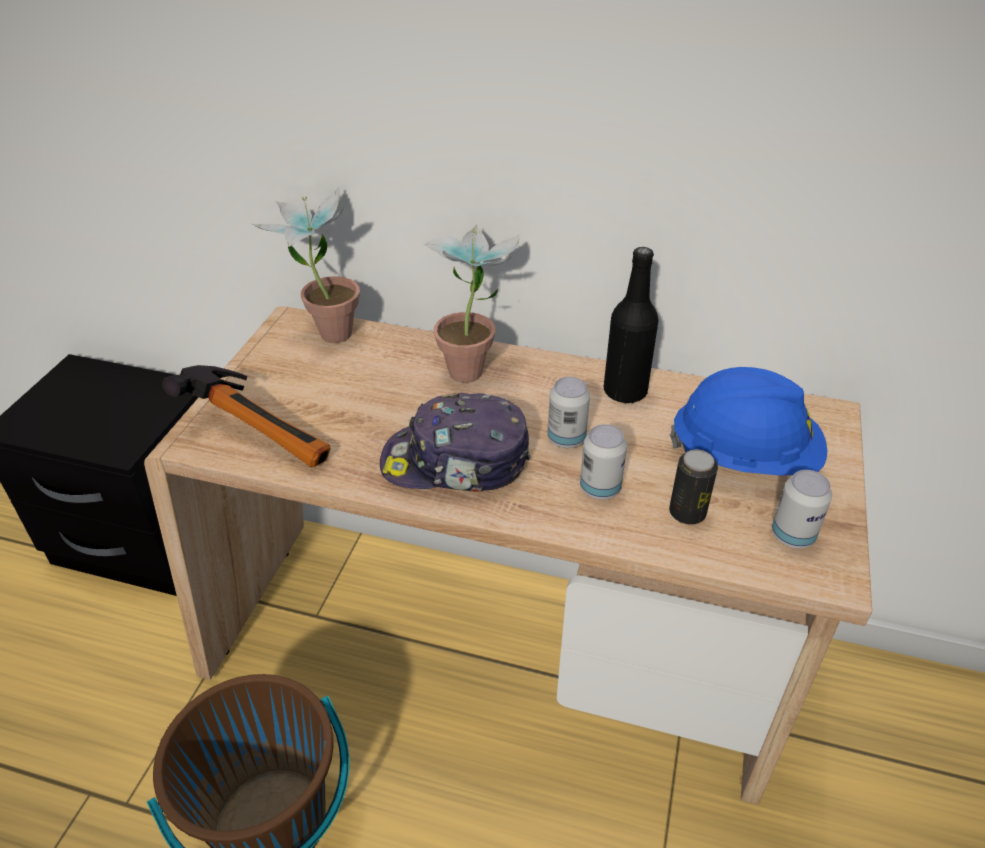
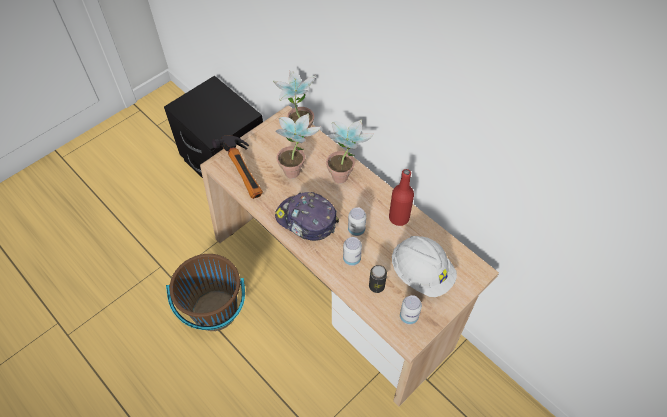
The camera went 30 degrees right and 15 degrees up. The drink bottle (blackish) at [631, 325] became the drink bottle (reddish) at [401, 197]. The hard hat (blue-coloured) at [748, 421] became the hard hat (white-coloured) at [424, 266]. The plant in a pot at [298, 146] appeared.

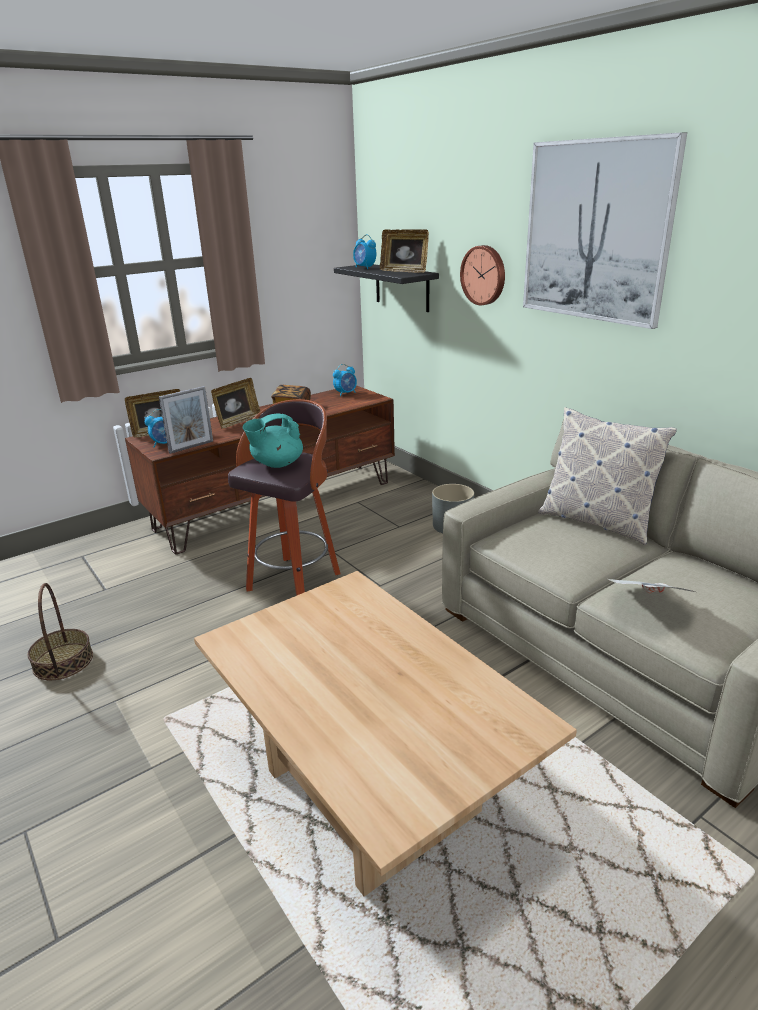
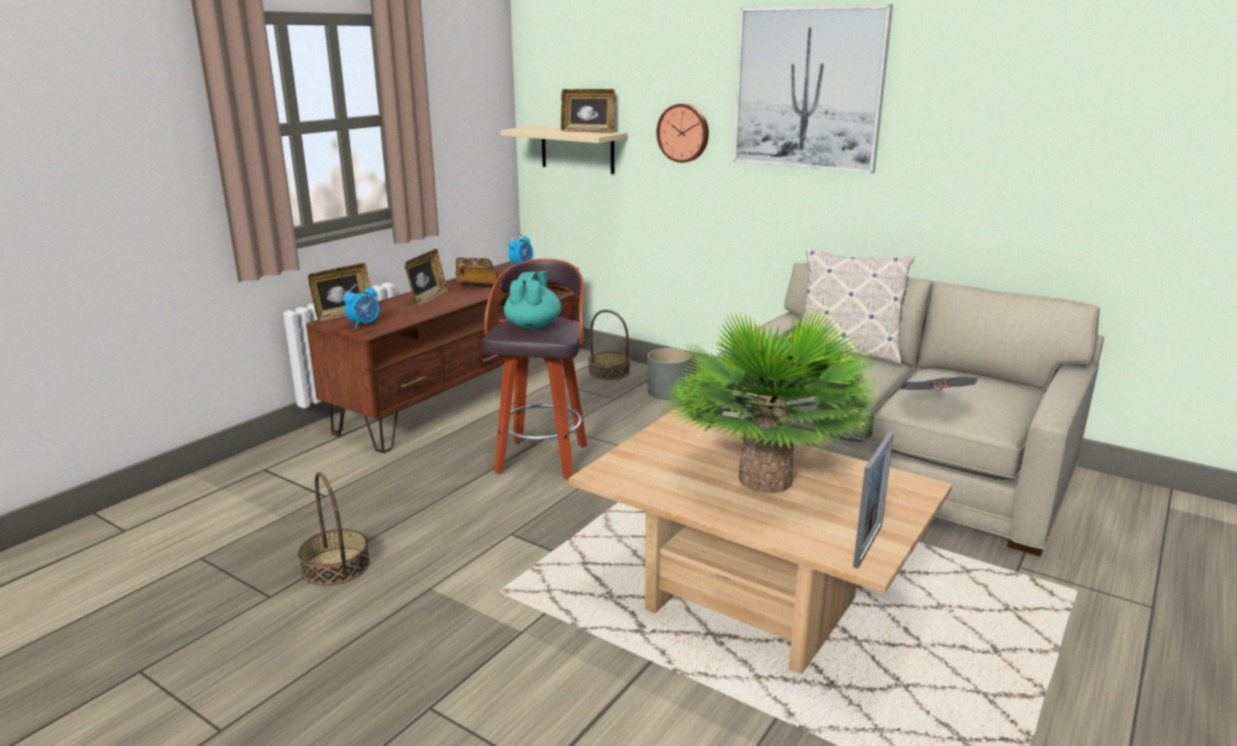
The camera went 20 degrees left and 5 degrees down. The table clock at [364, 251] disappeared. The wall shelf (blackish) at [386, 288] became the wall shelf (beige-coloured) at [564, 150]. The standing frame moved from [186, 420] to [873, 500]. The pot for tea (blue-green) at [273, 440] turned 150 degrees clockwise. The plant in a pot at [771, 400] appeared. The household basket at [609, 345] appeared.

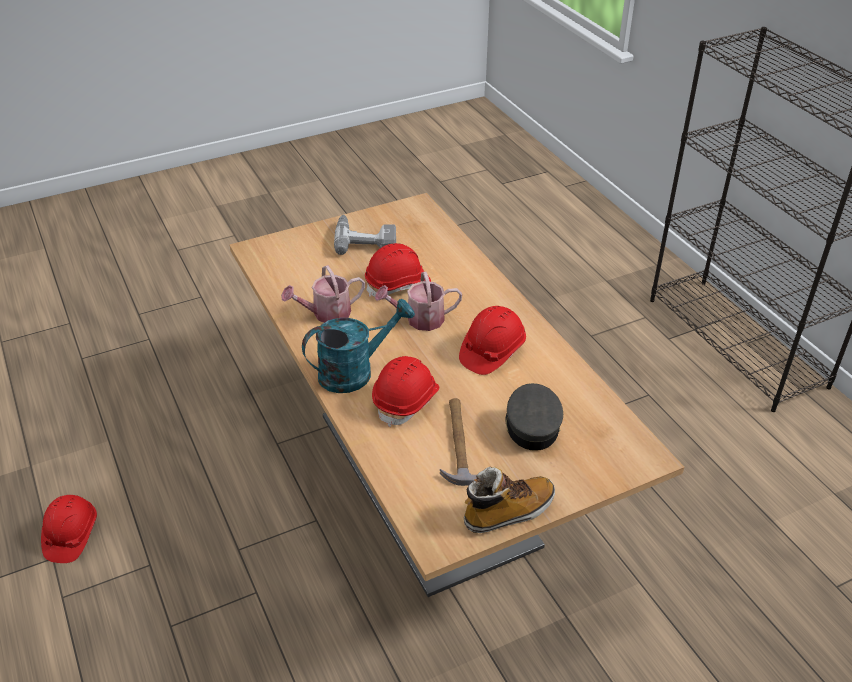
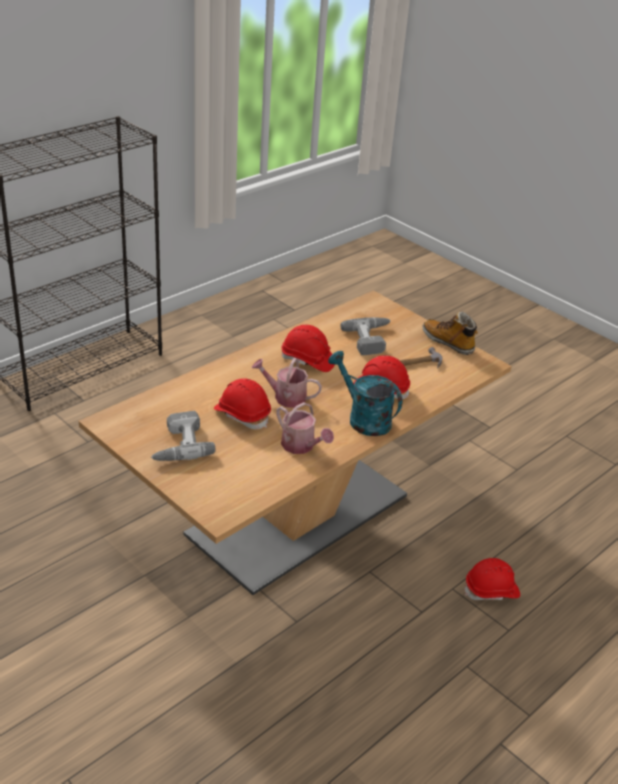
The camera went 110 degrees left and 5 degrees down. The watering can at [418, 301] turned 135 degrees clockwise. The peaked cap (gray) at [534, 417] was replaced by the electric drill at [365, 336]. The hard hat (reddish) moved from [69, 529] to [492, 579].

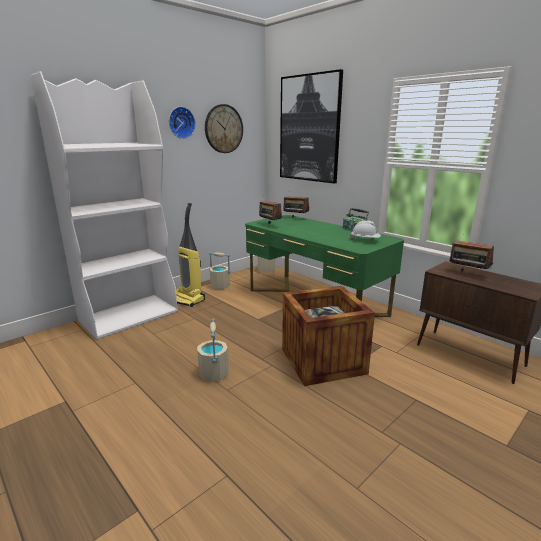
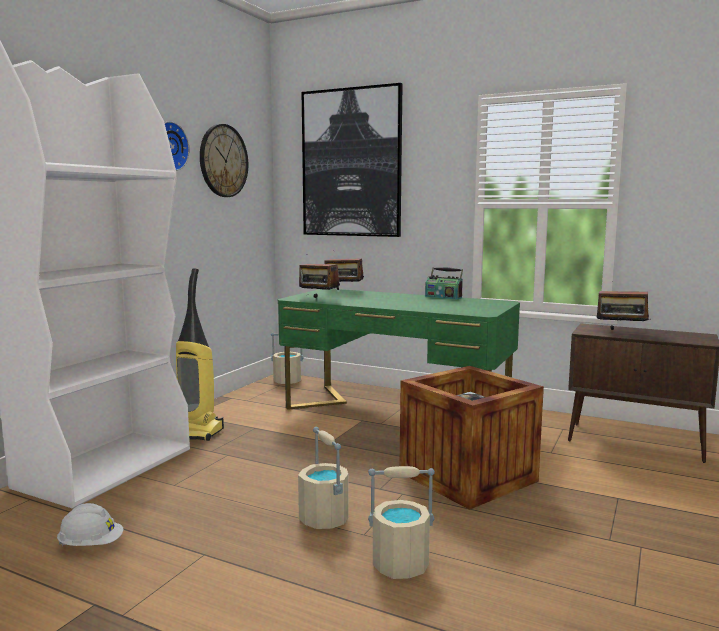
The camera went 20 degrees left and 10 degrees down. The hard hat (white-coloured) moved from [365, 229] to [90, 524]. The pail (beige-coloured) moved from [219, 271] to [401, 522].

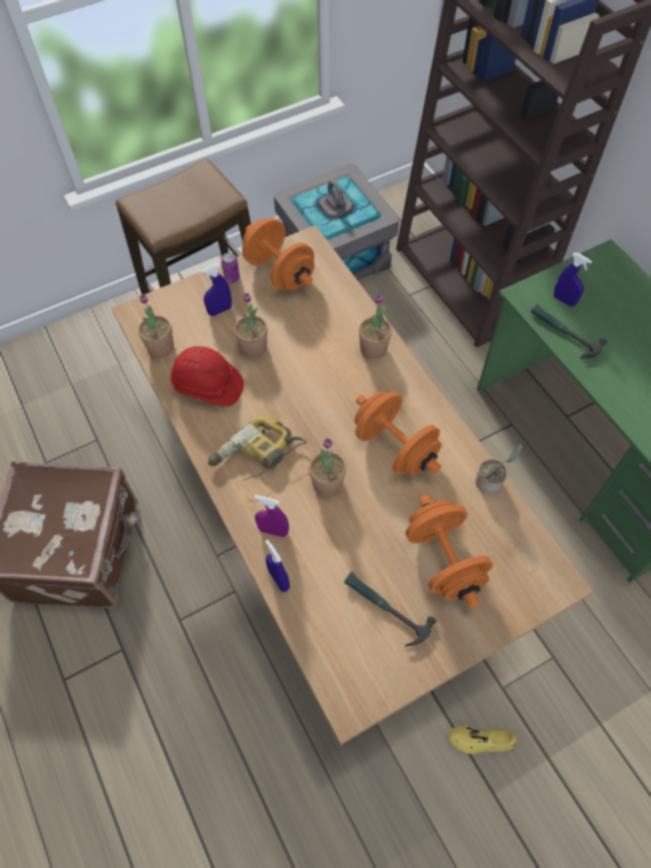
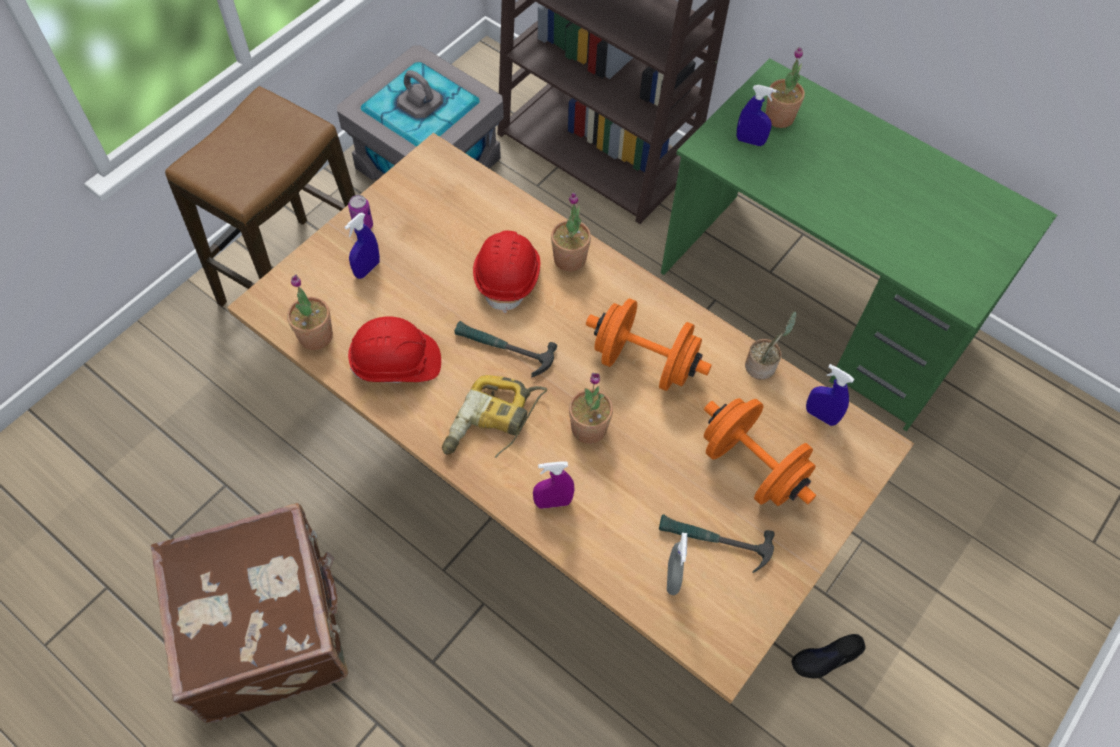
The camera went 25 degrees left and 0 degrees up. The hand weight (orange-coloured) at [278, 254] disappeared. The plant in a pot moved from [250, 325] to [785, 87]. The tool hammer moved from [569, 331] to [505, 349]. The sprayer (blue-coloured) moved from [277, 565] to [830, 395]. The item of footwear (yellow-coloured) at [483, 740] became the item of footwear (blackish) at [829, 656]. The hard hat (reddish) at [506, 272] appeared. The sprayer (gray) at [677, 564] appeared.

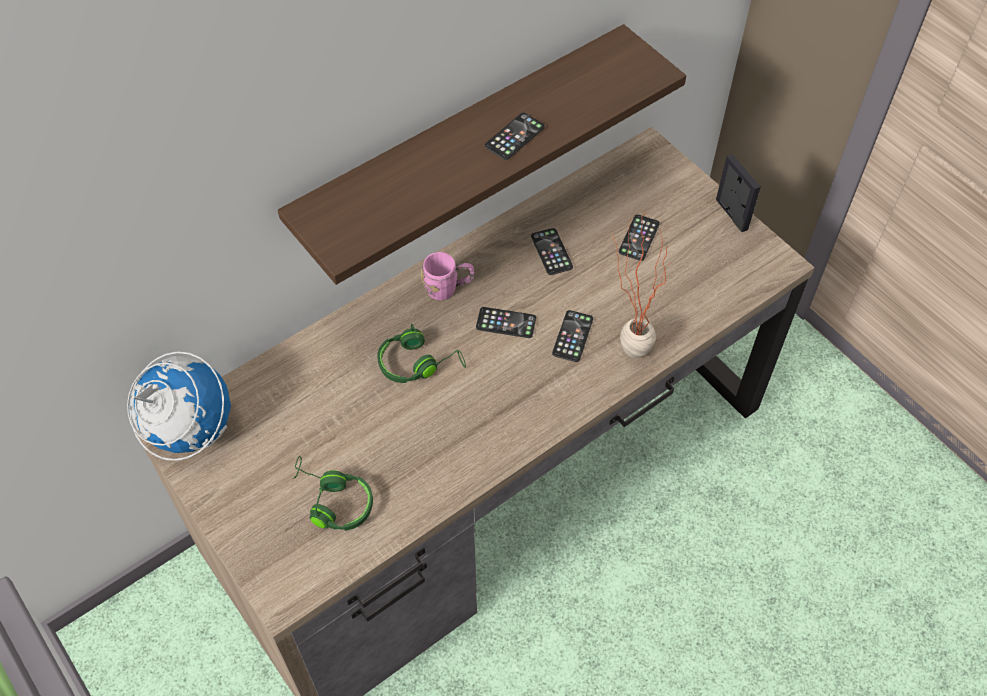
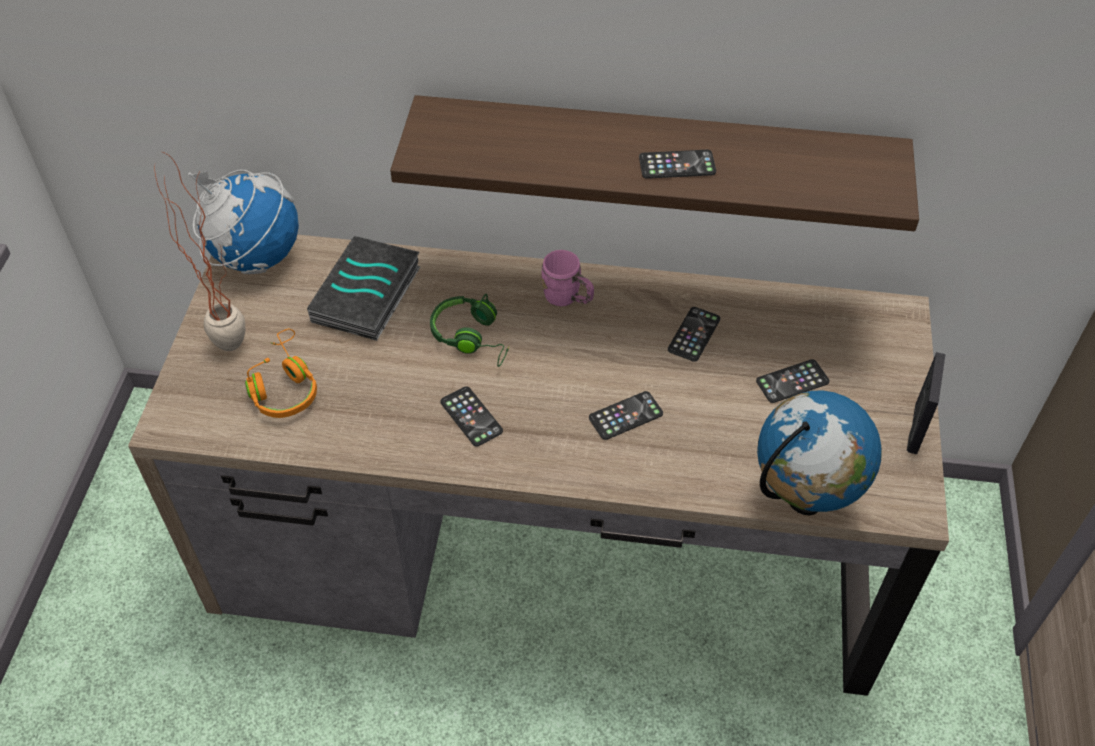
The camera went 45 degrees right and 5 degrees down. The plant in a pot moved from [641, 285] to [199, 251]. The handset moved from [506, 322] to [471, 416]. The headset (greenish) at [333, 493] became the headset (orange-coloured) at [281, 373]. The volume at [363, 288] appeared. The world globe at [819, 453] appeared.

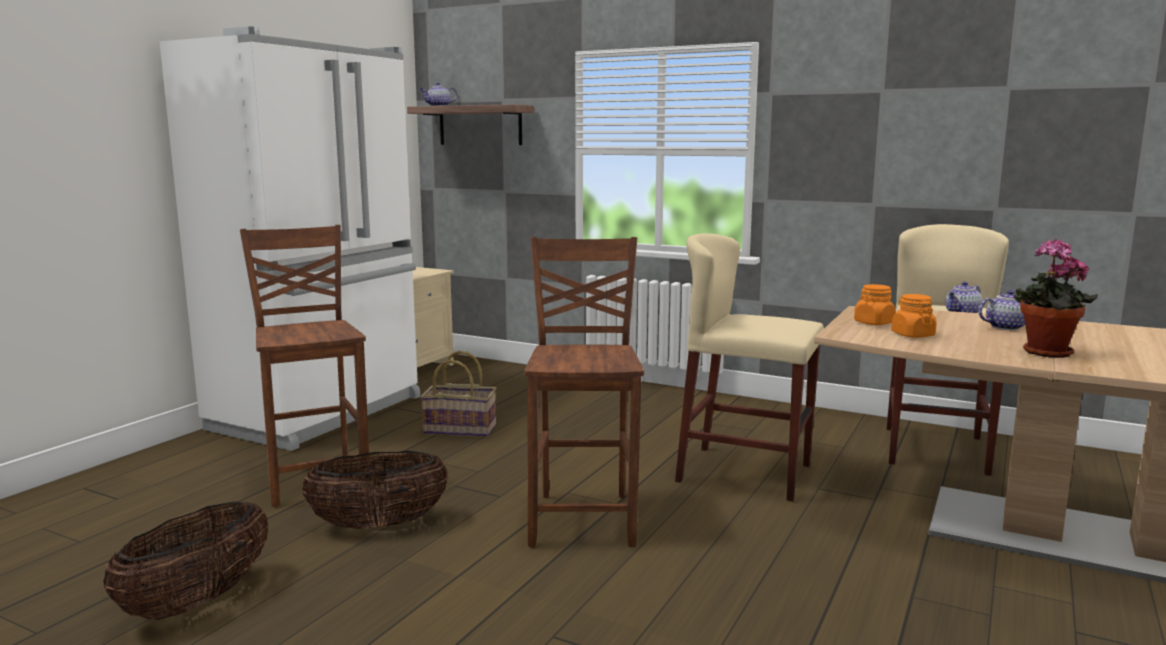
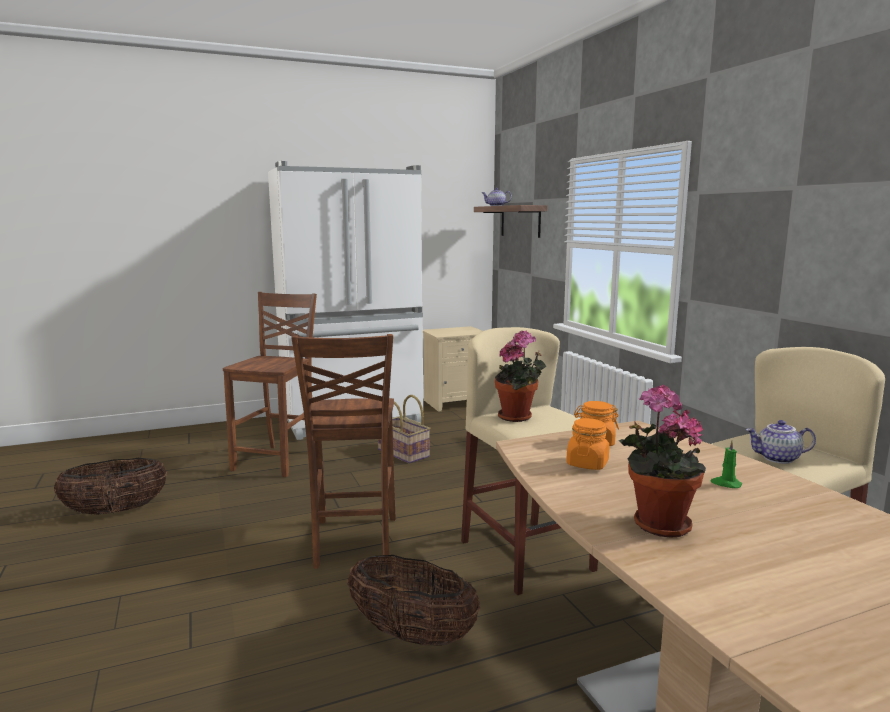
The camera went 40 degrees right and 0 degrees up. The chair (brown-coloured) at [584, 392] turned 135 degrees clockwise. The pot for tea at [1001, 310] was replaced by the wax candle (greenish) at [726, 464]. The household basket moved from [375, 490] to [413, 600]. The plant in a pot at [520, 376] appeared.

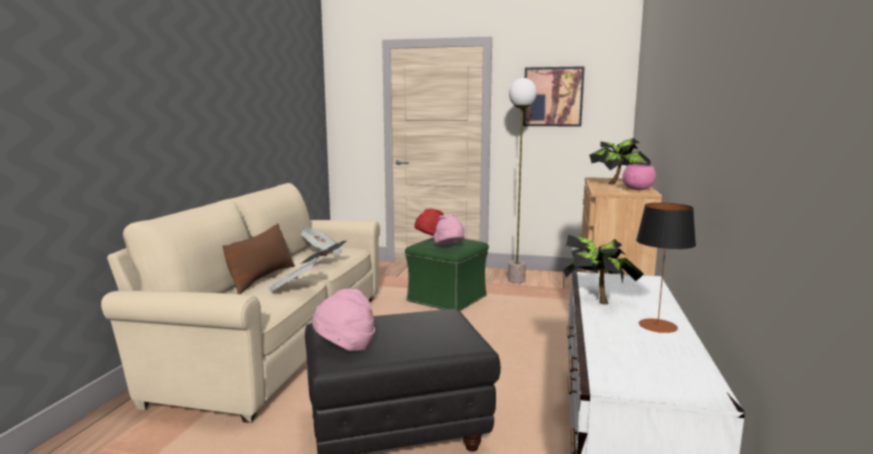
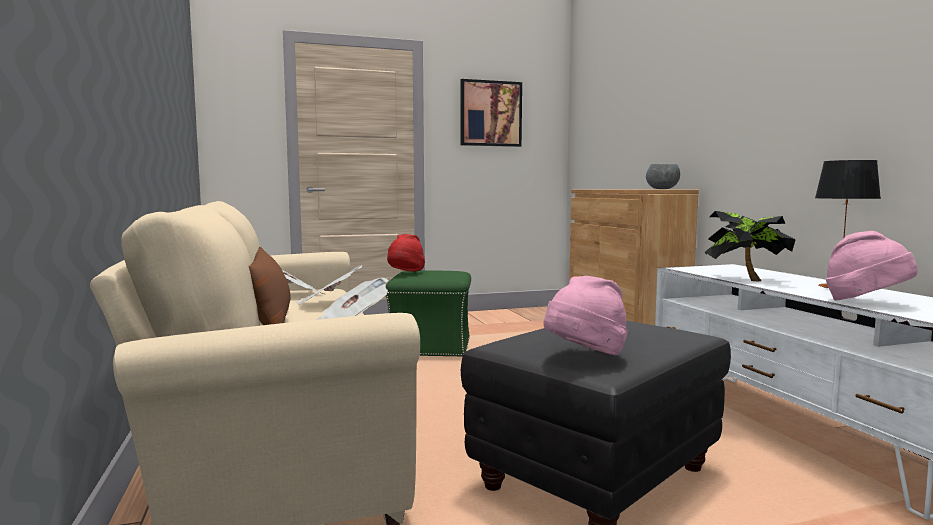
The camera went 30 degrees left and 5 degrees down. The standard lamp at [522, 180] disappeared. The plant in a pot at [620, 161] disappeared. The deep dish (pinkish) at [639, 177] became the deep dish (gray) at [663, 176]. The wearable hat (pinkish) moved from [449, 230] to [872, 265].

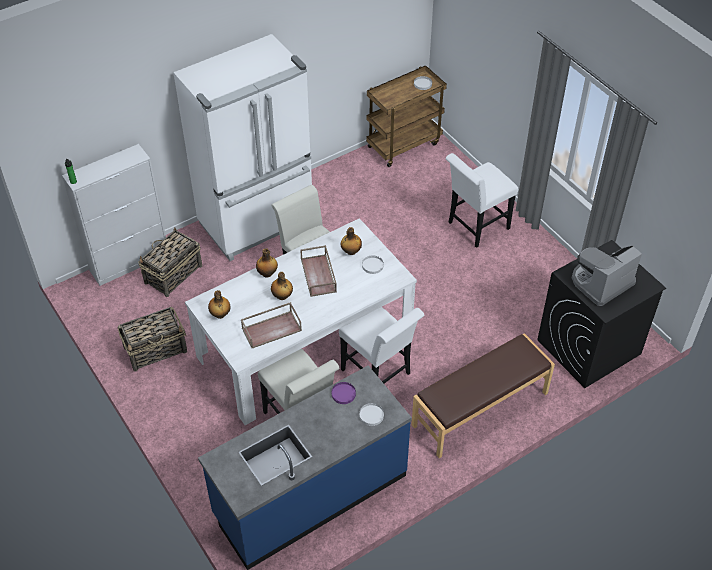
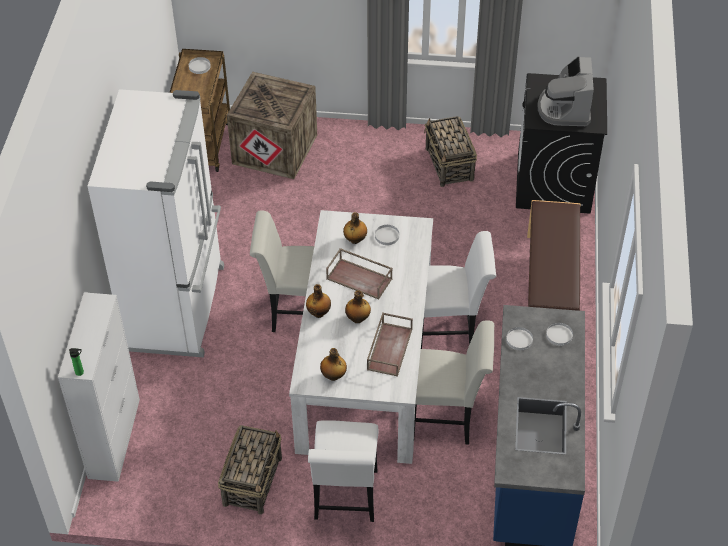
The camera went 50 degrees left and 0 degrees up. The chair (white-coloured) moved from [481, 200] to [343, 471]. The household basket moved from [170, 262] to [450, 151]. The flat dish (purplish) at [344, 393] became the flat dish (white-coloured) at [519, 338]. The packing crate at [272, 125] appeared.

